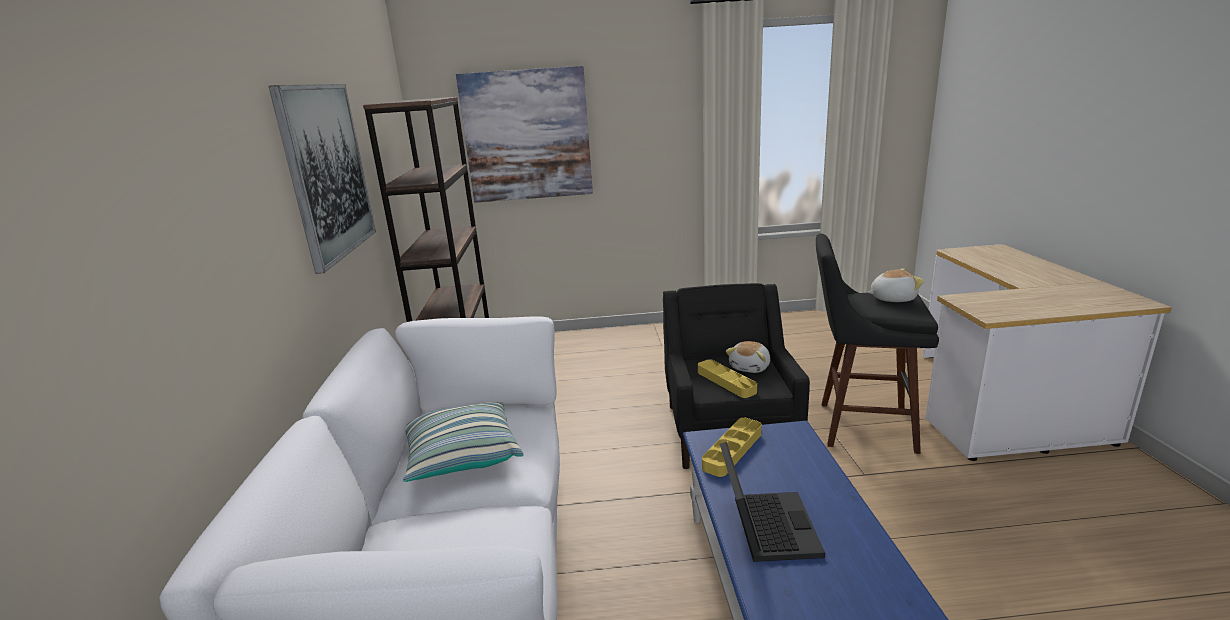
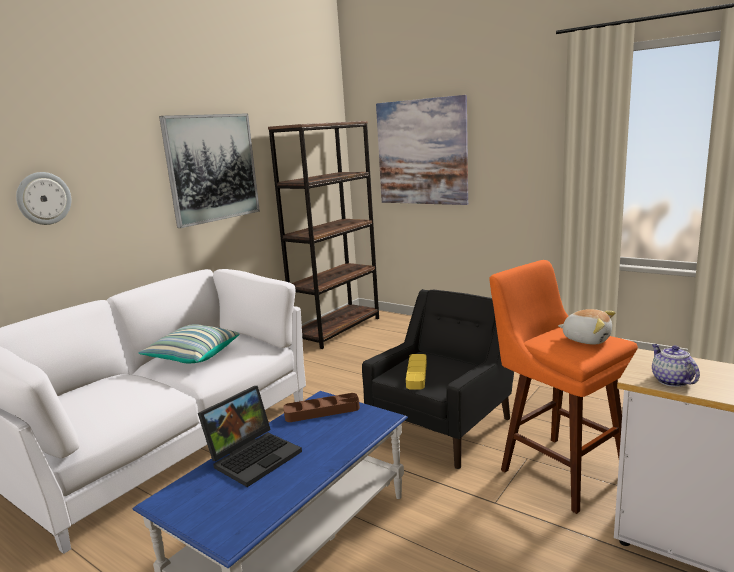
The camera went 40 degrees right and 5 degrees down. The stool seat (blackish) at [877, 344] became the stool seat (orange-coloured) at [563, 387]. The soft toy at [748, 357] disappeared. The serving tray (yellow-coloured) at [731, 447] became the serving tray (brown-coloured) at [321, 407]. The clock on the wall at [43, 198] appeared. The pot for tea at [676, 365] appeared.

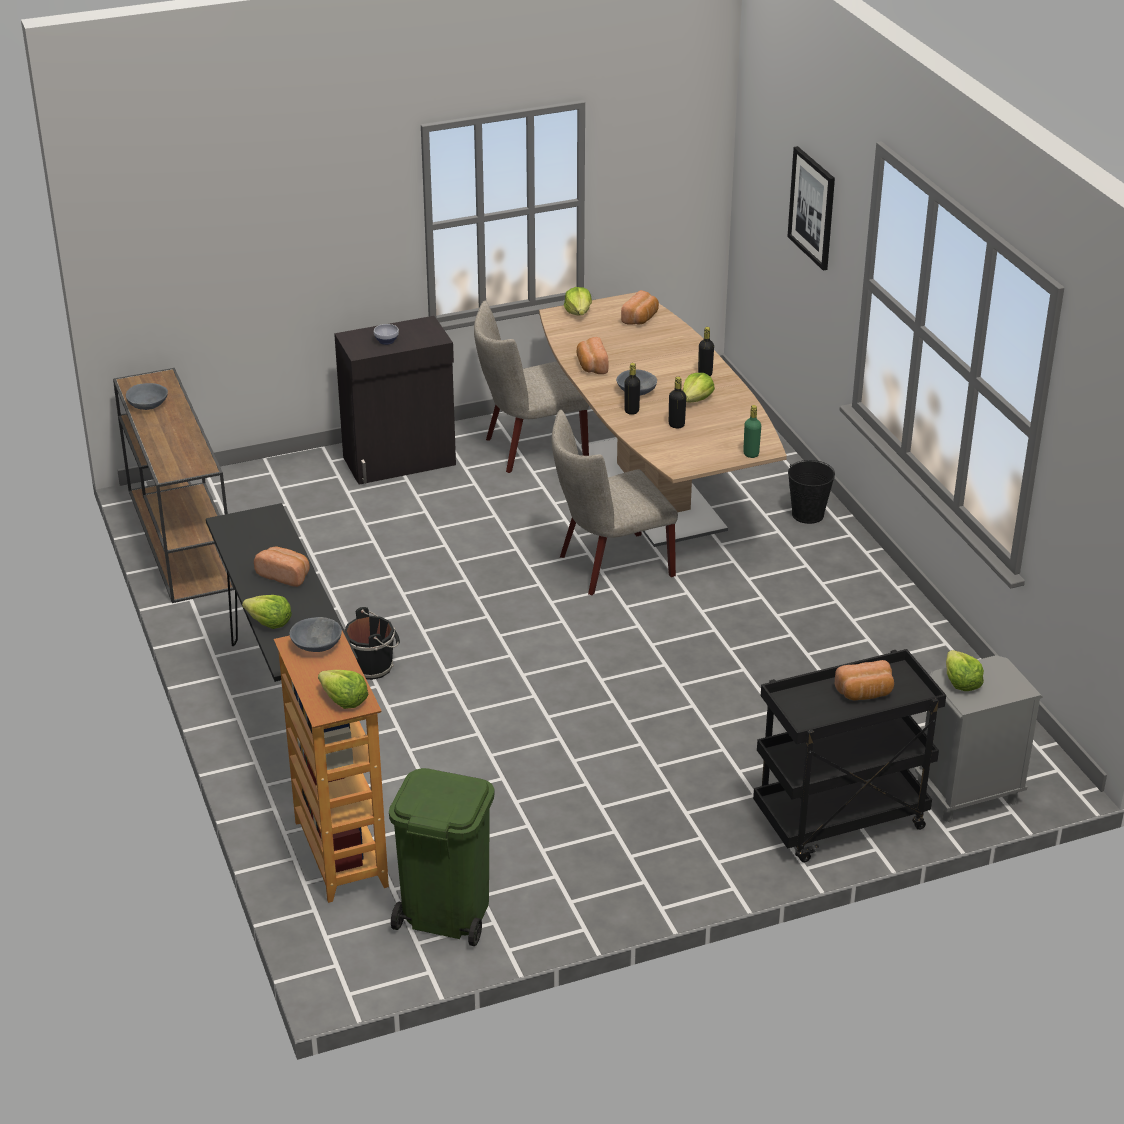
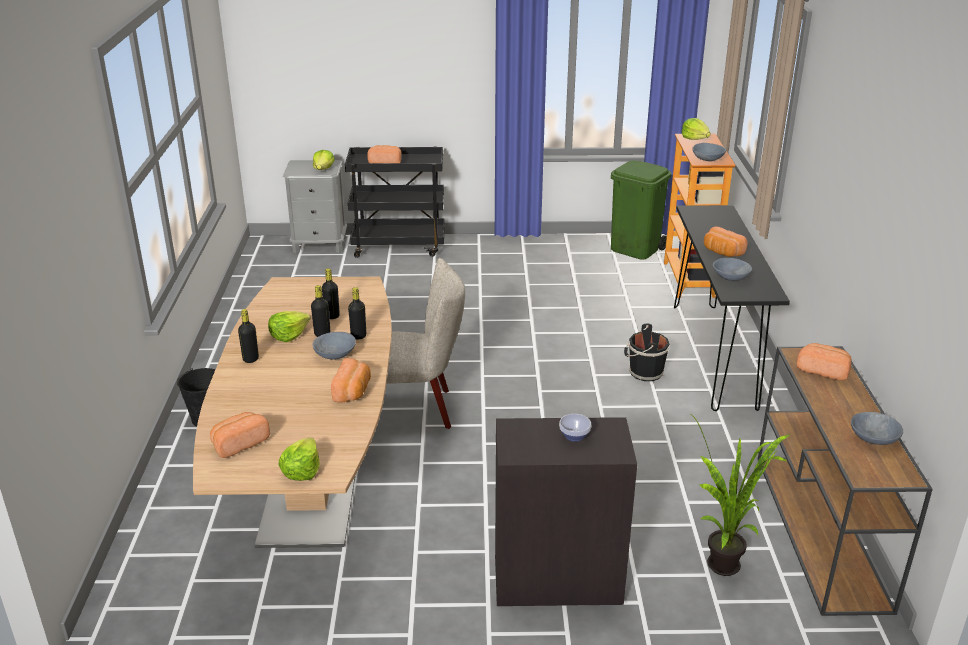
The camera went 160 degrees left and 5 degrees down. The wall art at [811, 208] disappeared. The chair (beige-coloured) at [531, 387] disappeared. The drink bottle (greenish) at [752, 431] disappeared. The lettuce at [267, 612] disappeared. The deep dish (gray) at [732, 269] appeared. The drink bottle (blackish) at [320, 311] appeared. The bread at [824, 362] appeared. The plant in a pot at [740, 494] appeared.

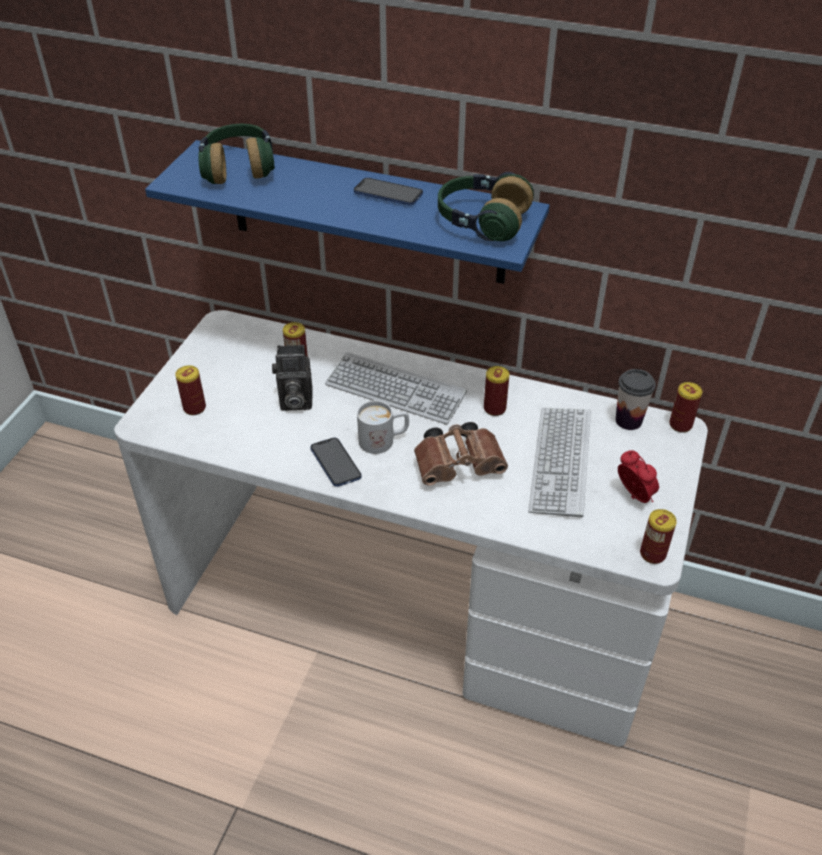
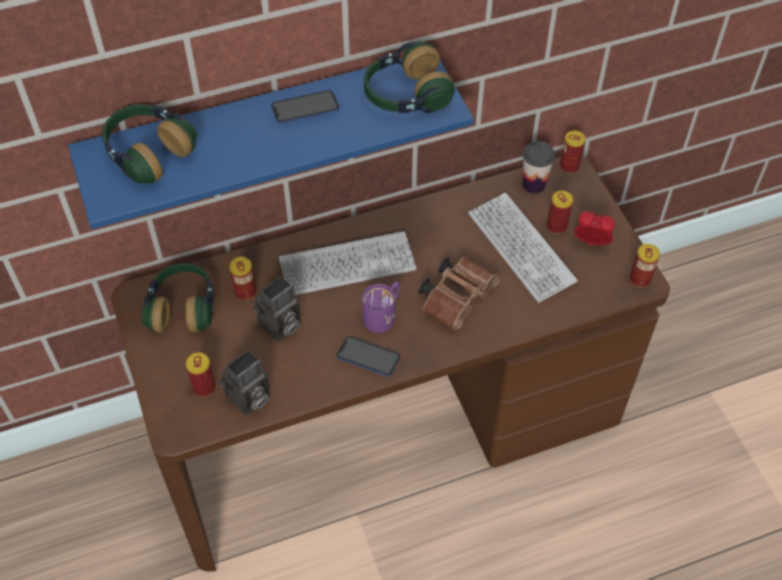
The camera went 40 degrees left and 10 degrees up. The desk table (white-coloured) at [411, 528] became the desk table (brown-coloured) at [390, 363]. The can moved from [496, 391] to [560, 212]. The mug (white-coloured) at [383, 427] became the mug (purplish) at [381, 307]. The headset at [178, 298] appeared. The still camera at [244, 383] appeared.

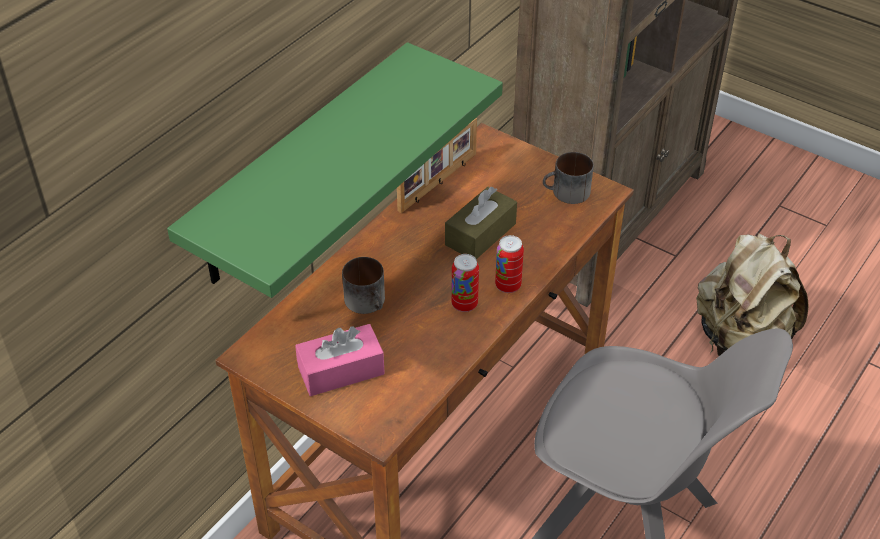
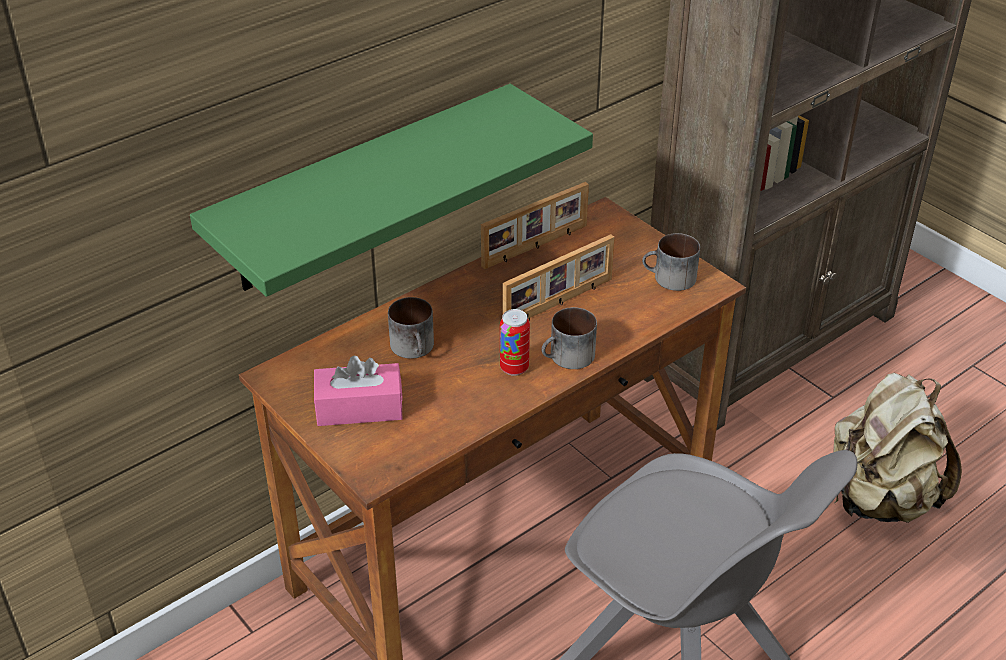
The camera went 15 degrees right and 5 degrees down. The box of tissues (brown-coloured) at [481, 223] was replaced by the standing frame at [559, 277]. The can at [509, 264] was replaced by the mug at [569, 338].

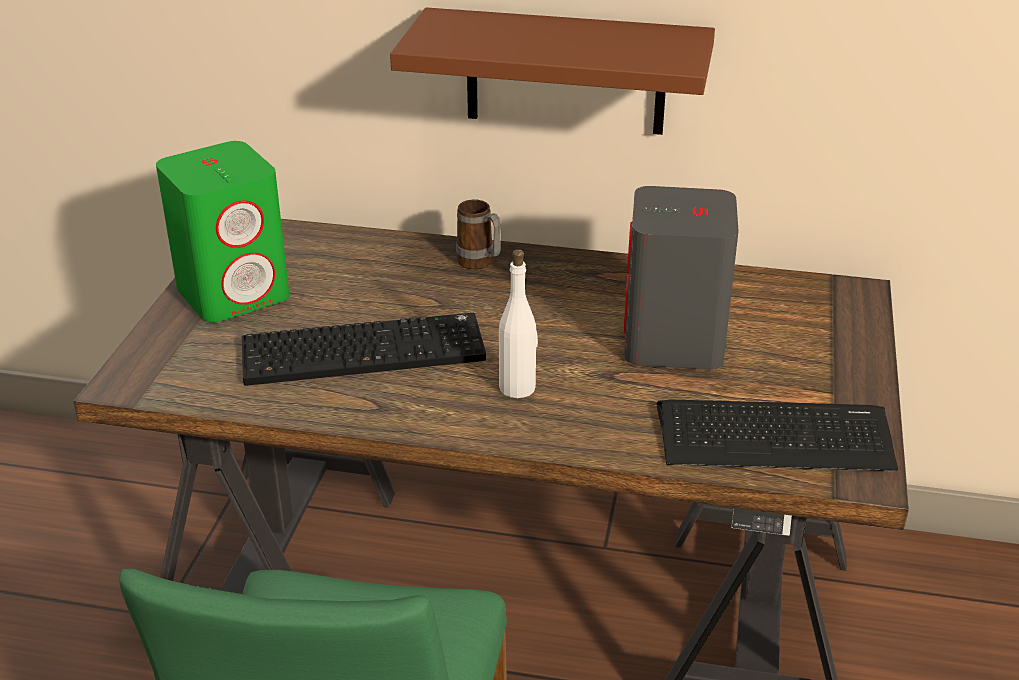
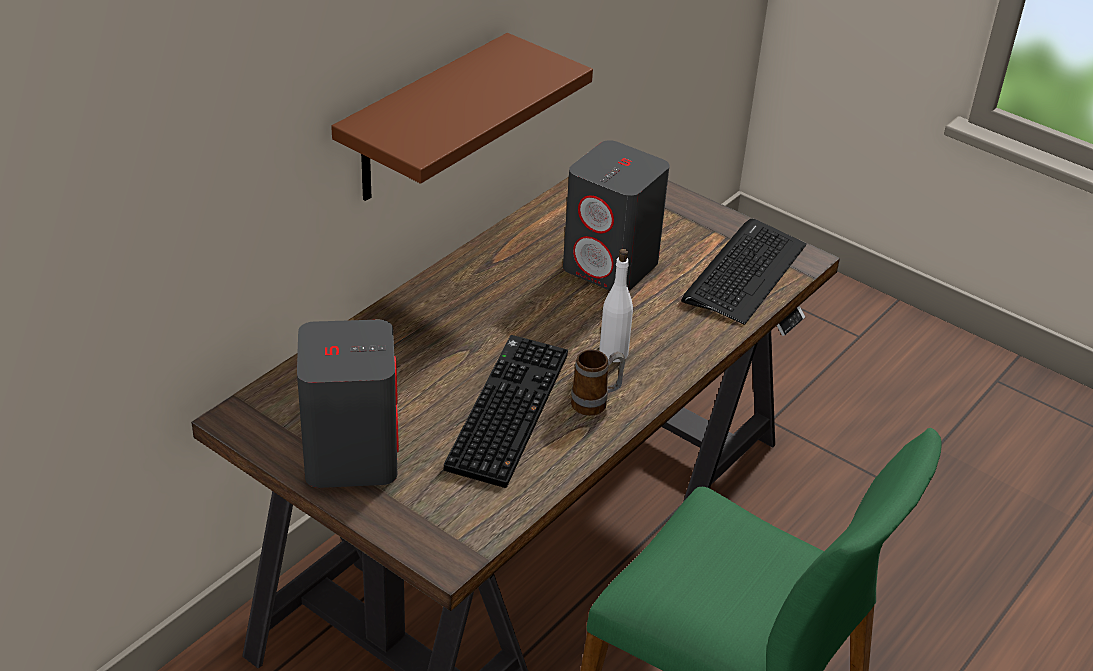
The camera went 65 degrees left and 5 degrees up. The speaker (greenish) at [222, 231] became the speaker (gray) at [348, 404]. The mug moved from [478, 234] to [598, 382].

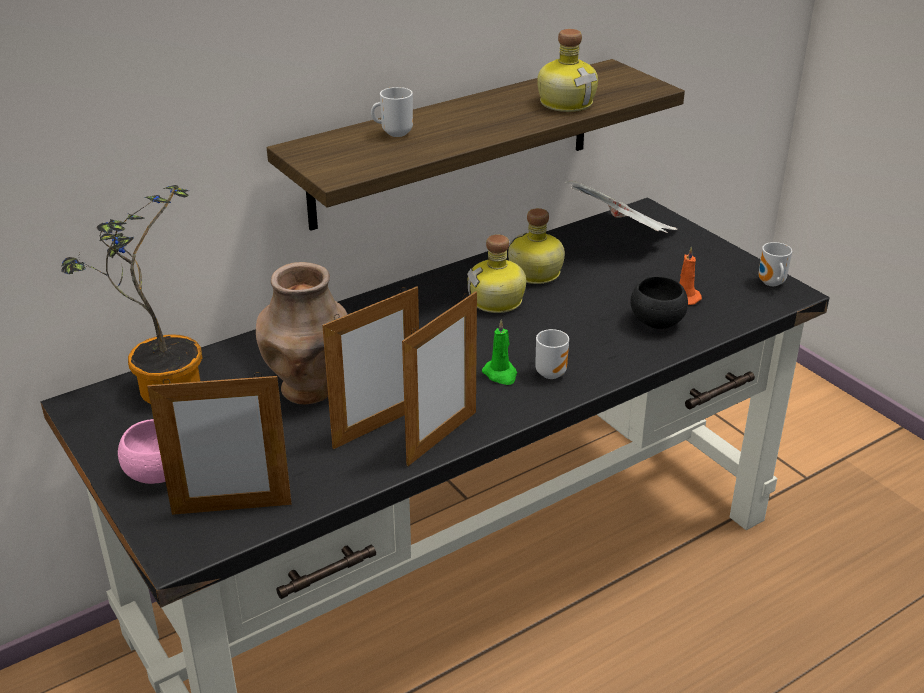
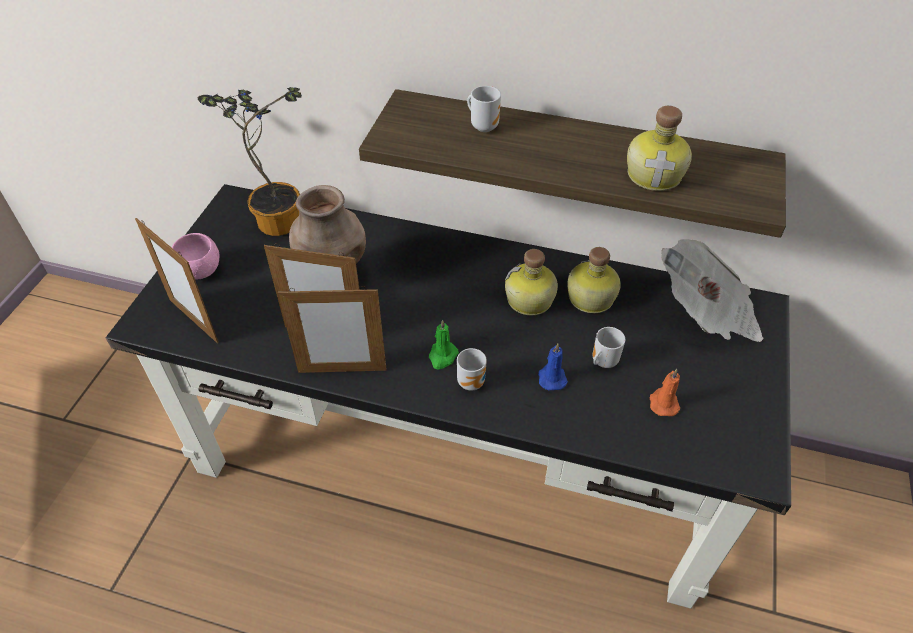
The camera went 50 degrees right and 15 degrees up. The mug moved from [775, 264] to [609, 347]. The deep dish (blackish) at [659, 302] disappeared. The wax candle (blue-coloured) at [553, 366] appeared.

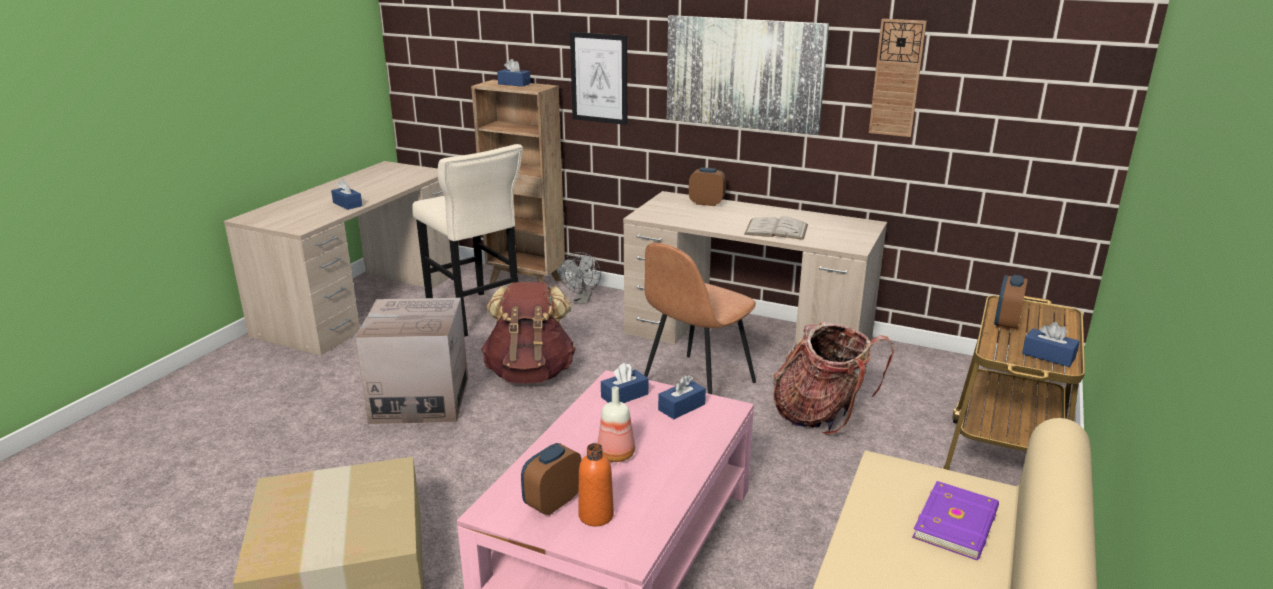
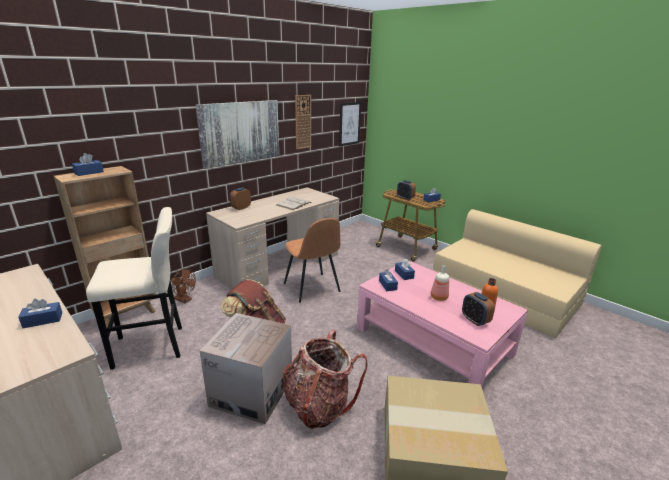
The camera went 70 degrees left and 0 degrees up. The wall art moved from [598, 78] to [350, 124]. The cooling fan (gray) at [580, 278] became the cooling fan (brown-coloured) at [183, 285]. The backpack moved from [833, 378] to [324, 379]. The volume (purplish) at [955, 520] disappeared.

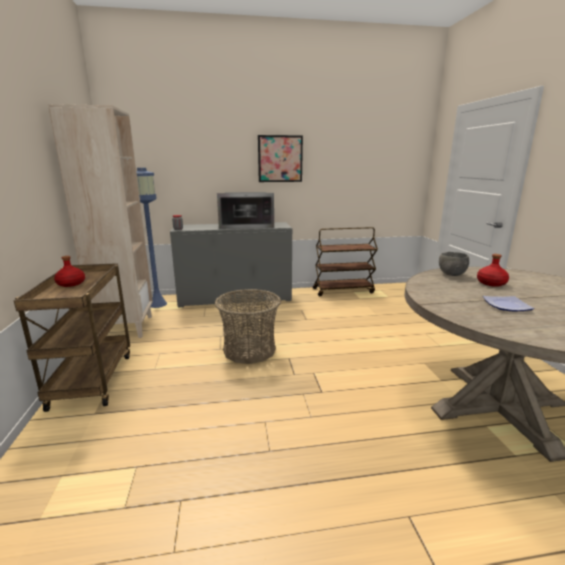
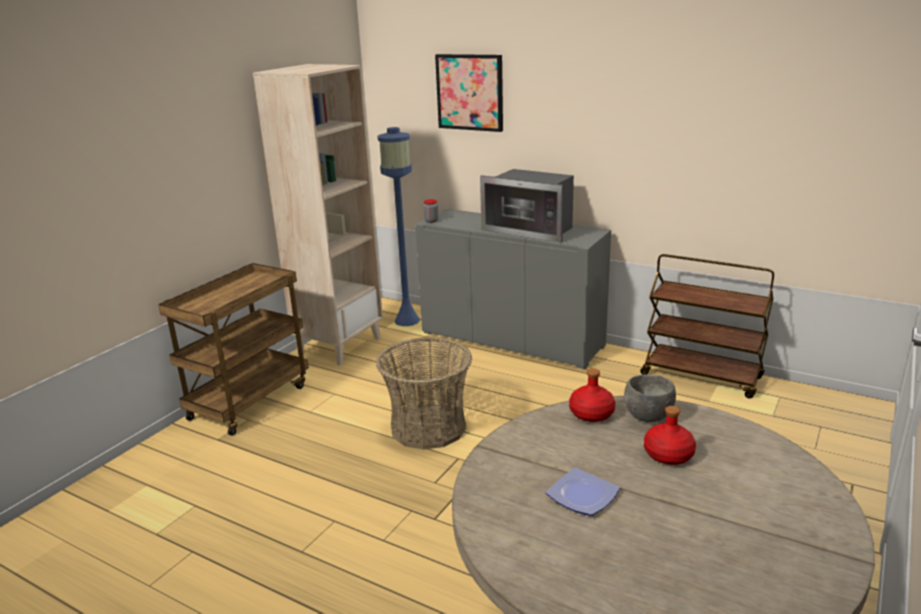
The camera went 40 degrees right and 5 degrees up. The wall art moved from [280, 158] to [469, 93]. The drink bottle (reddish) moved from [69, 271] to [592, 395].

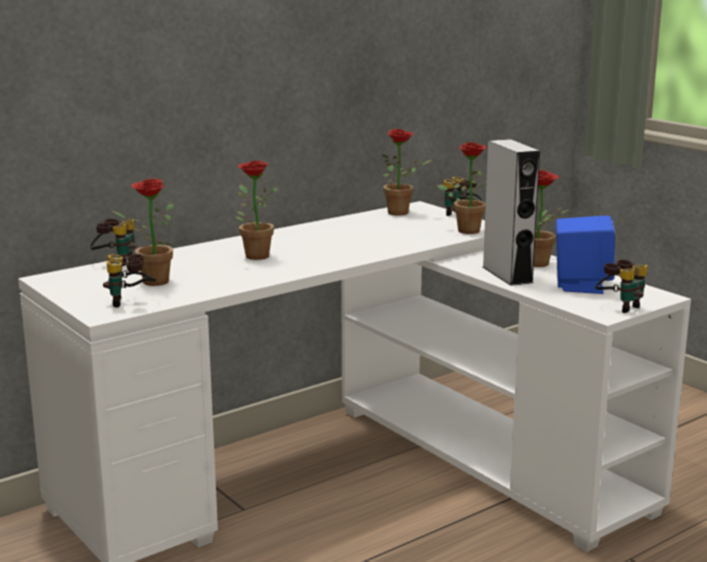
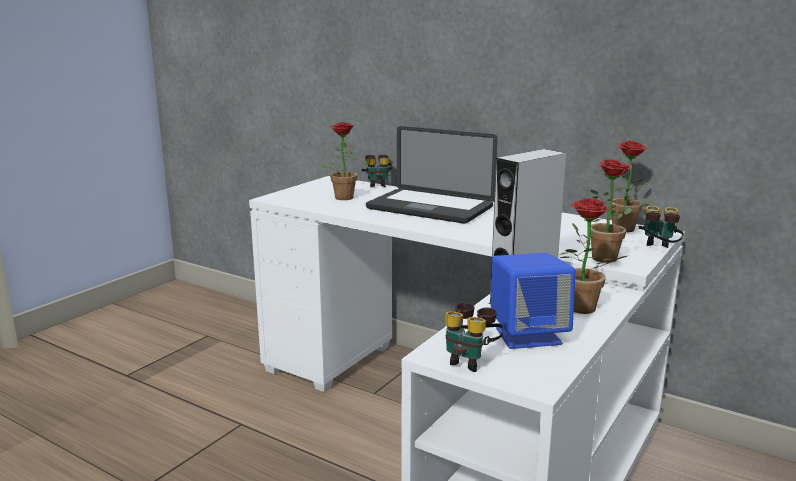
The camera went 70 degrees right and 0 degrees up. The plant in a pot at [257, 210] was replaced by the notebook computer at [432, 175]. The binoculars at [129, 281] disappeared.

